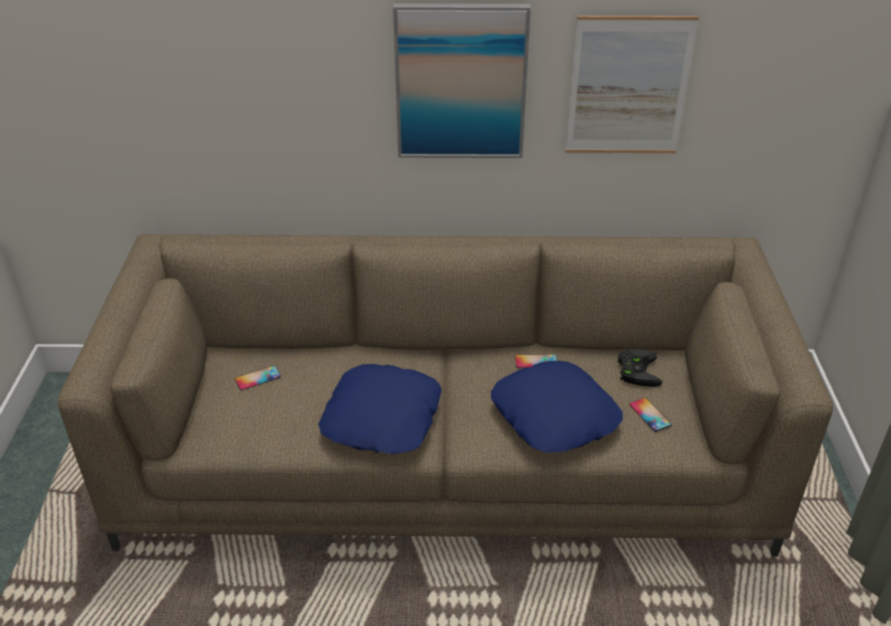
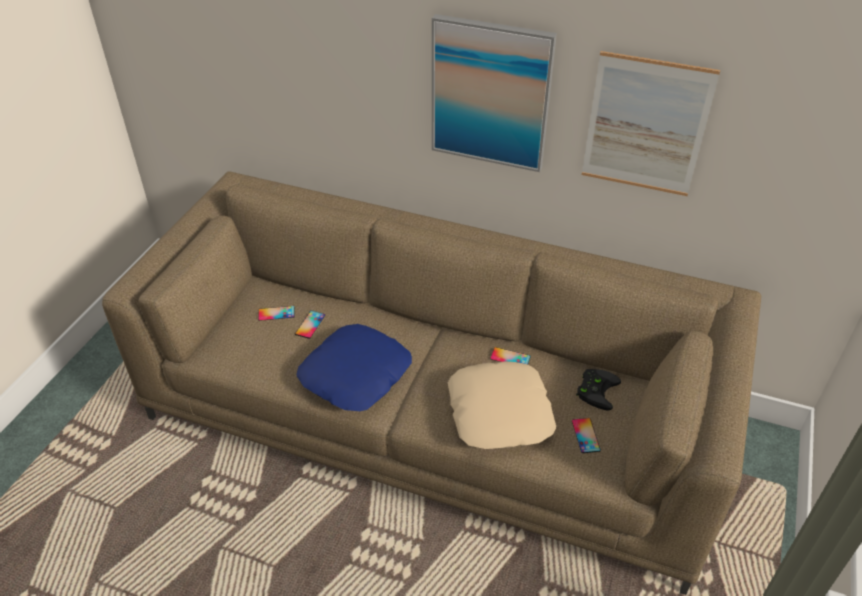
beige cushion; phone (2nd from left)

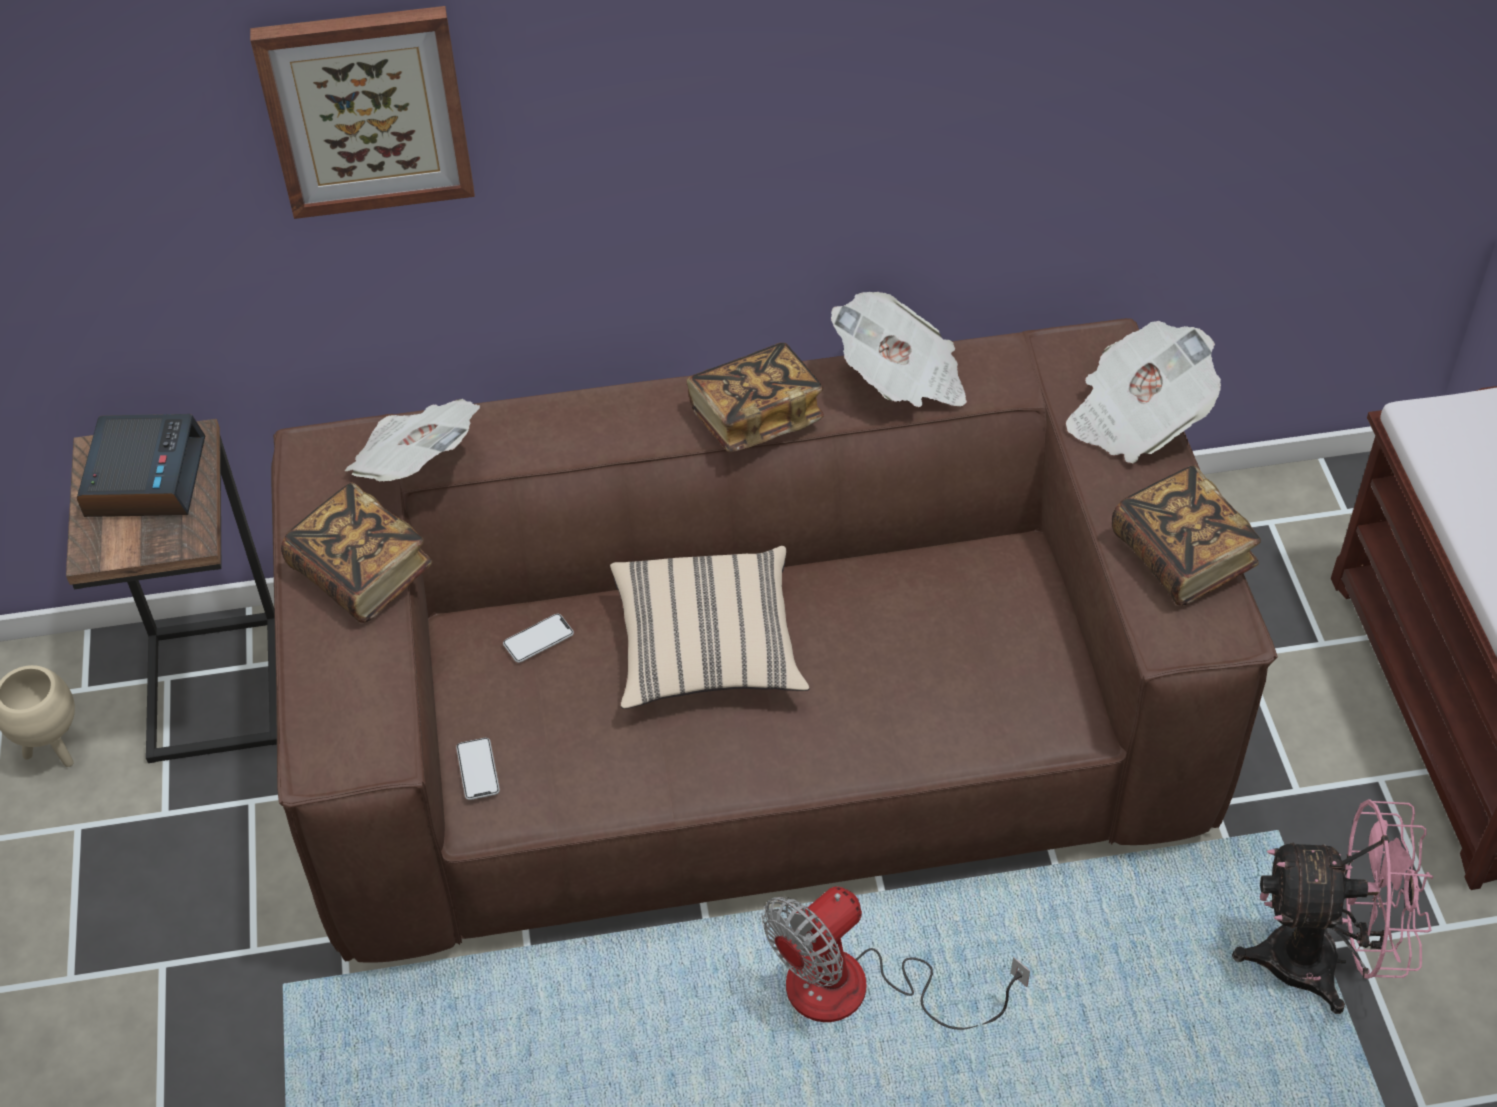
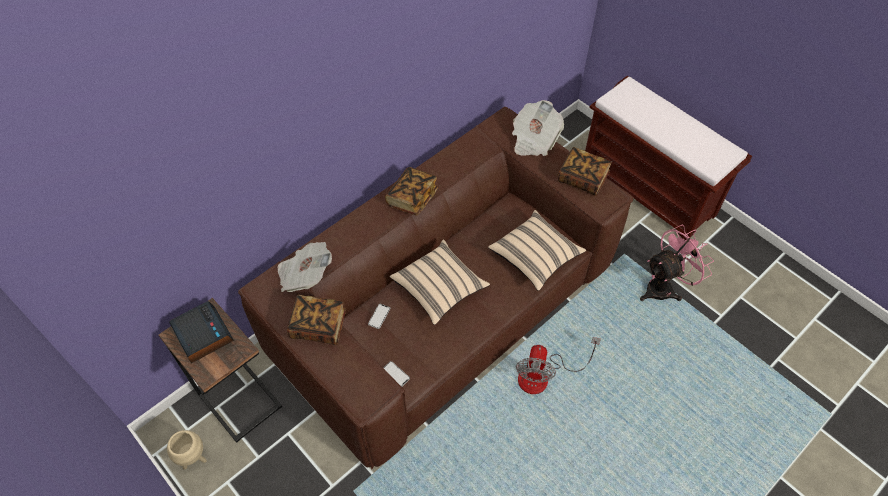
picture; daily paper (2nd from left in the first image); beige cushion (2nd from left)

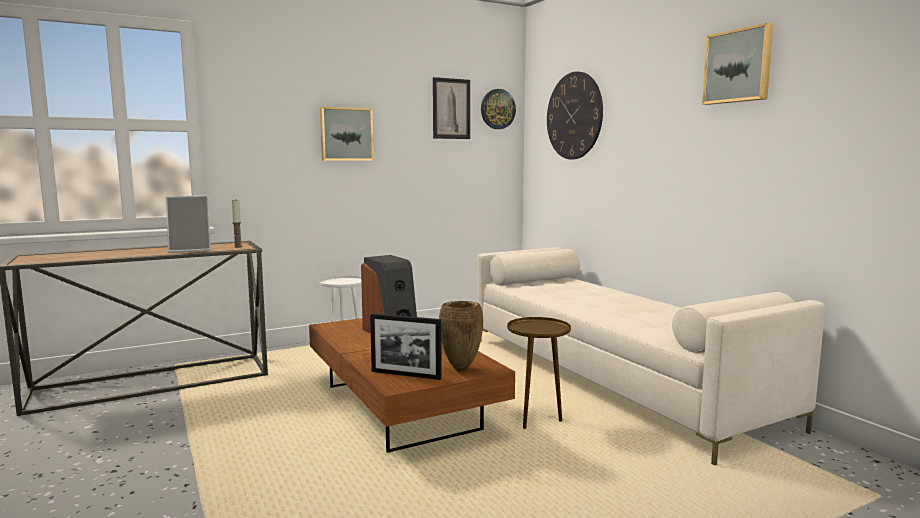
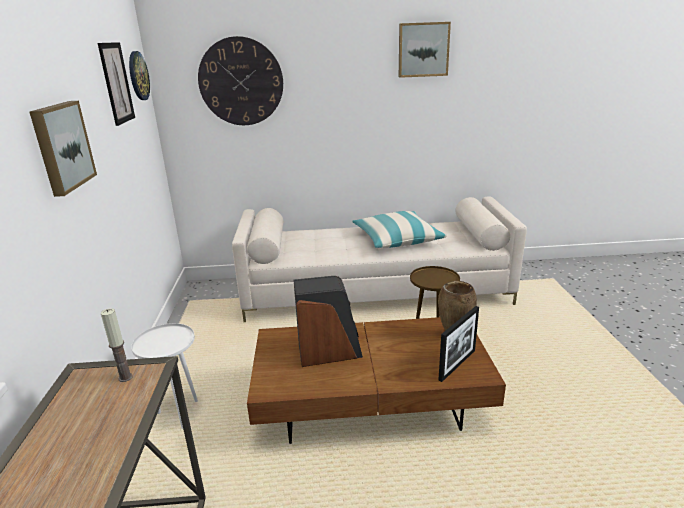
standing frame (1st from left in the first image); cushion

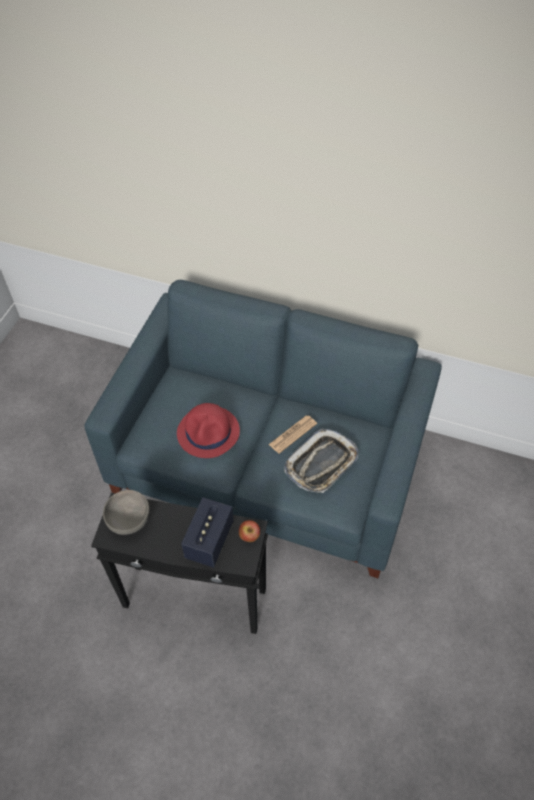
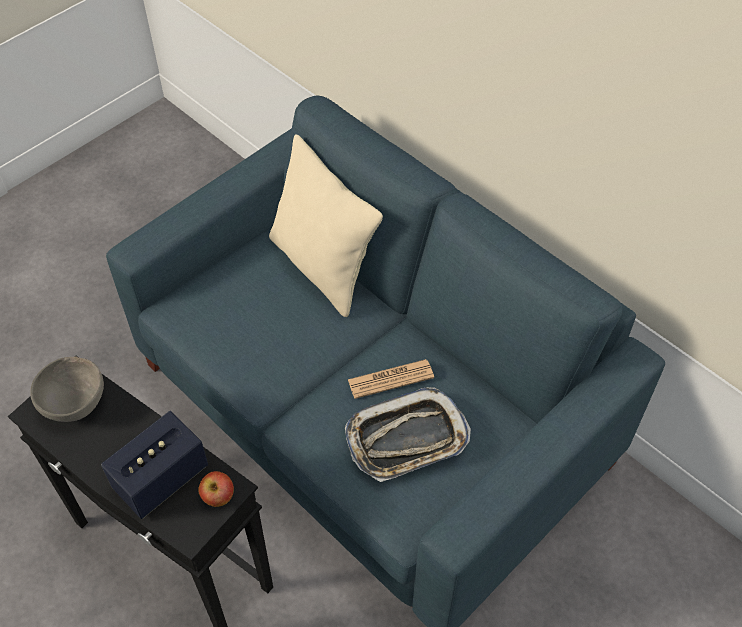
red hat; beige cushion

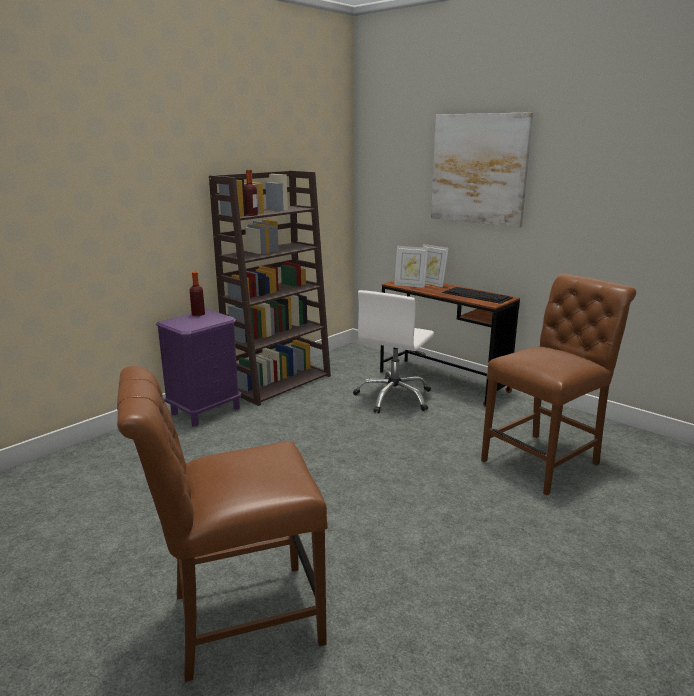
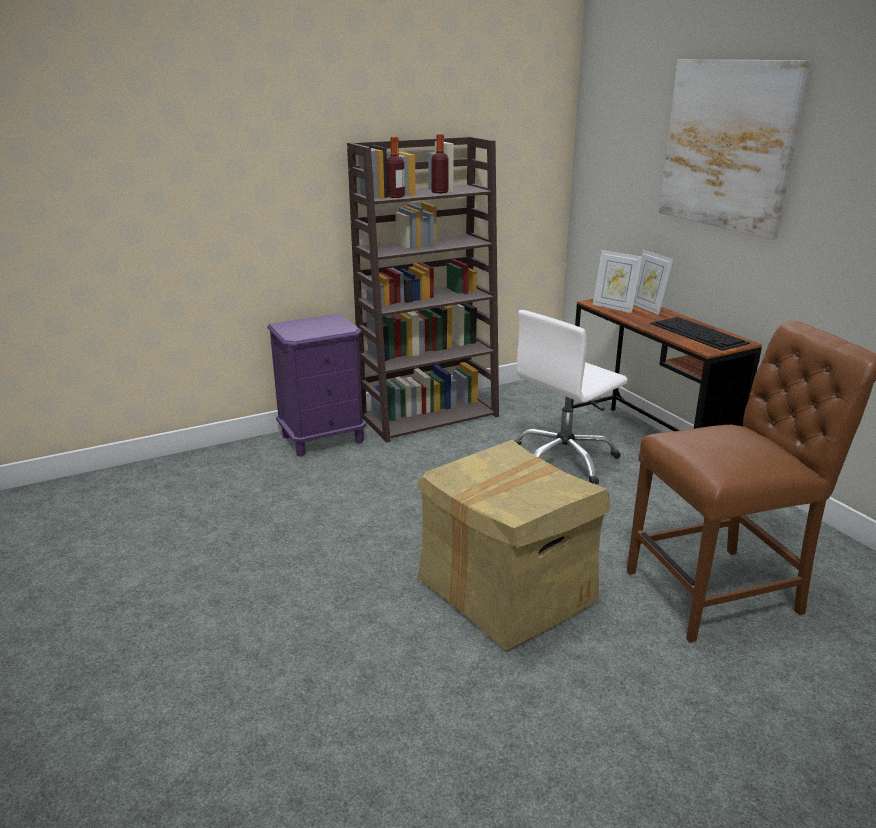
brown-coloured chair (1st from left in the first image); drink bottle (2nd from left); carton

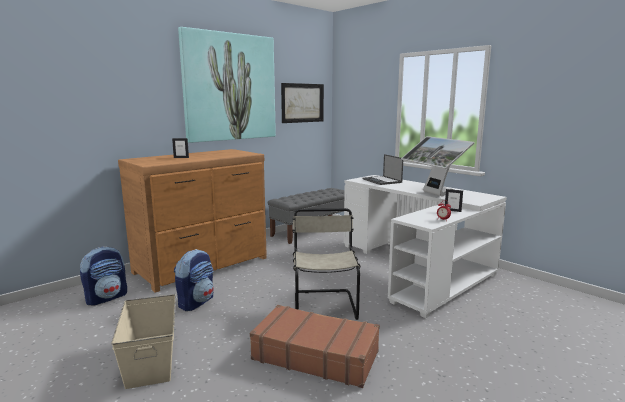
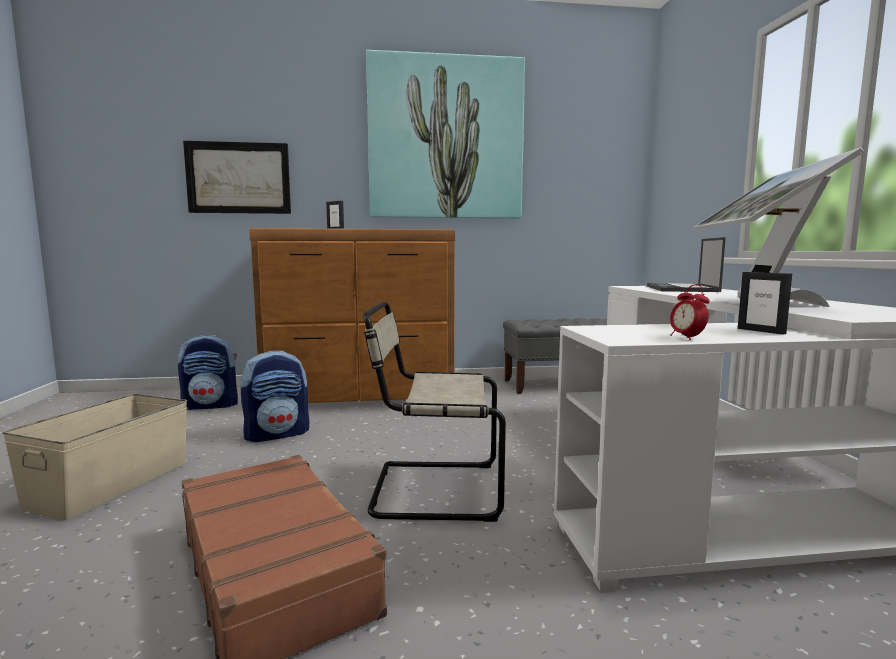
picture (1st from left); beige chair

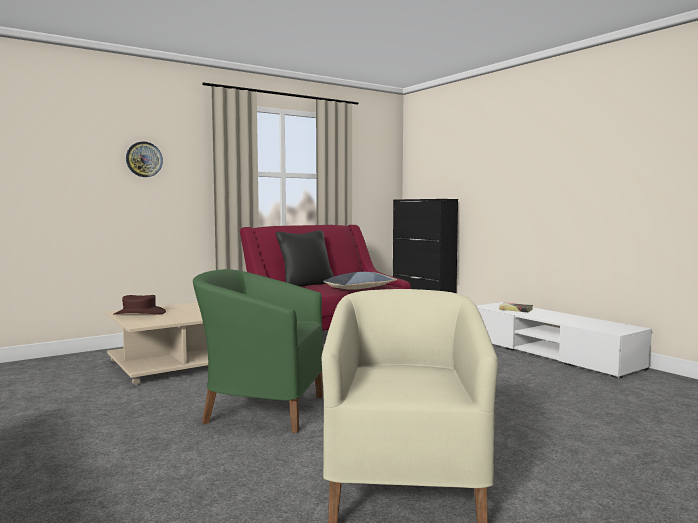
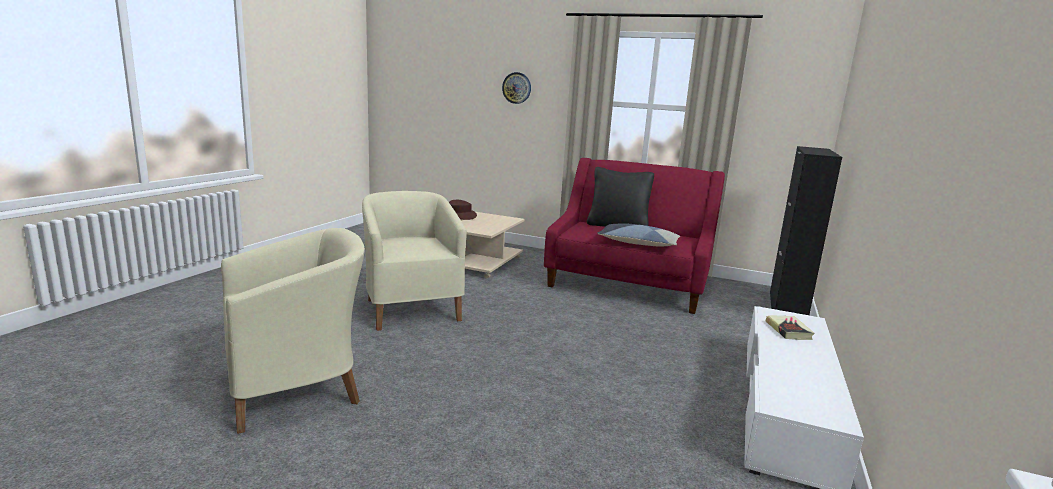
beige lounge chair (2nd from left)

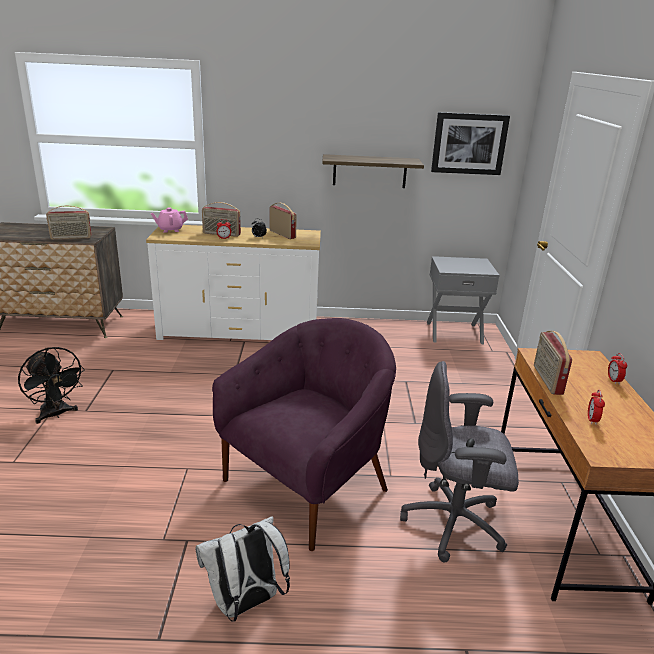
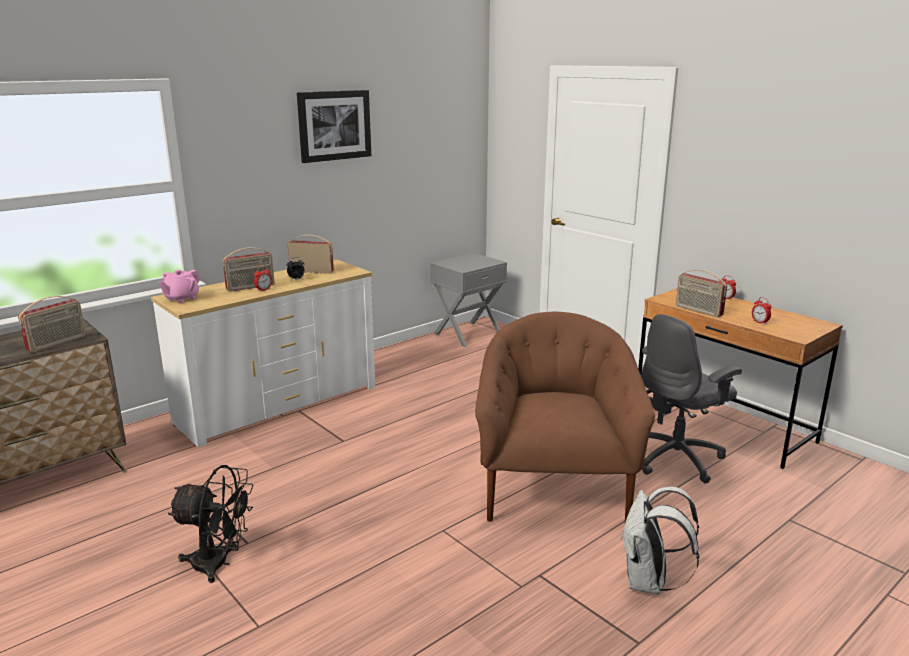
brown-coloured lounge chair; shelf; picture

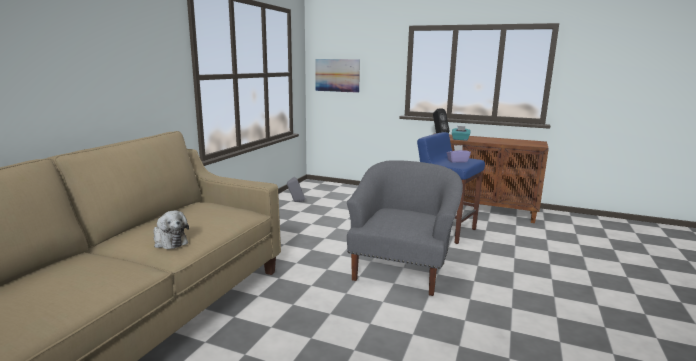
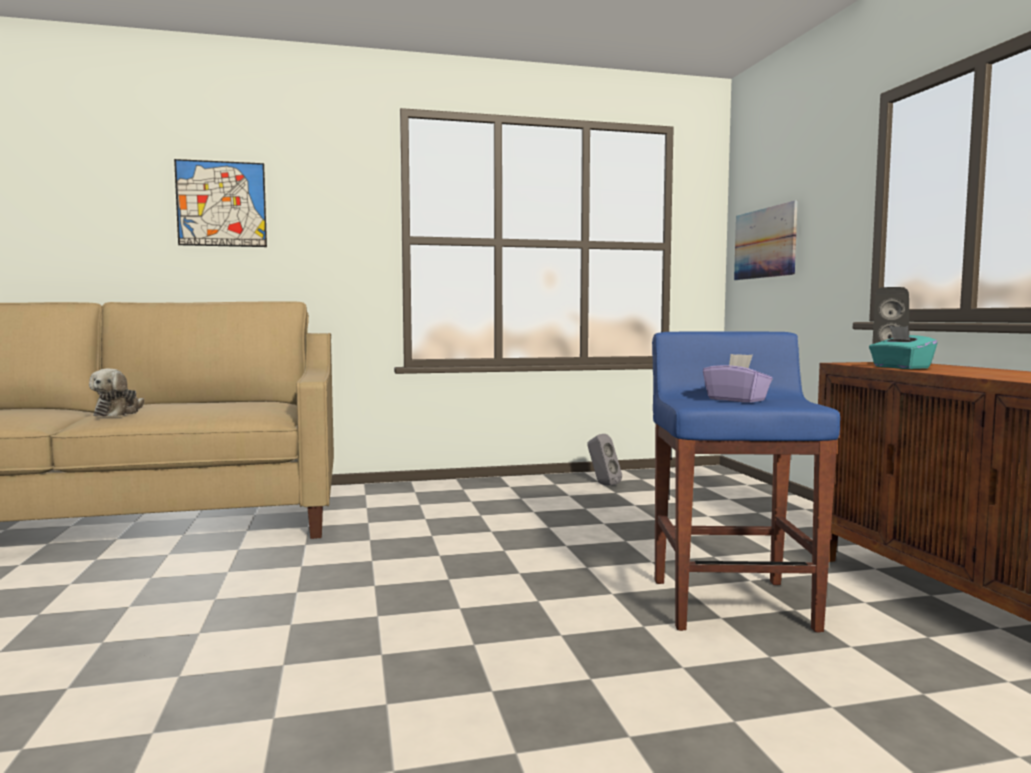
grey lounge chair; picture (1st from left)

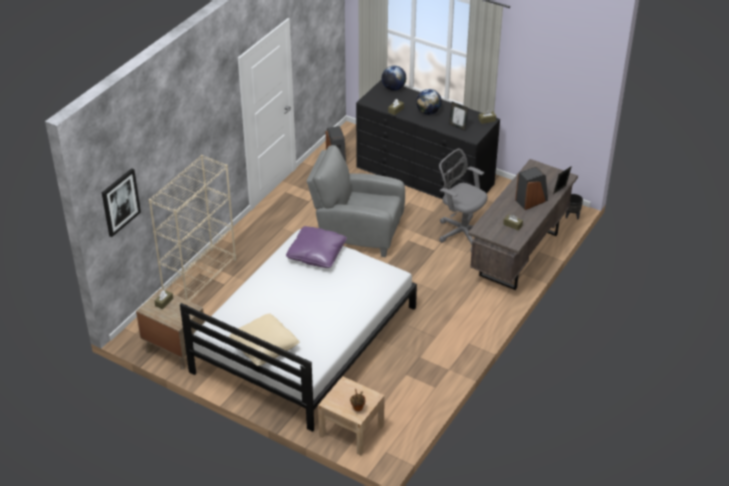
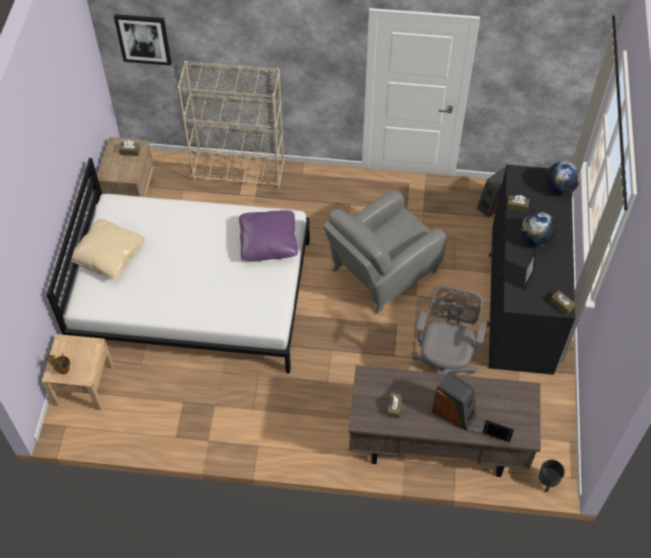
grey lounge chair

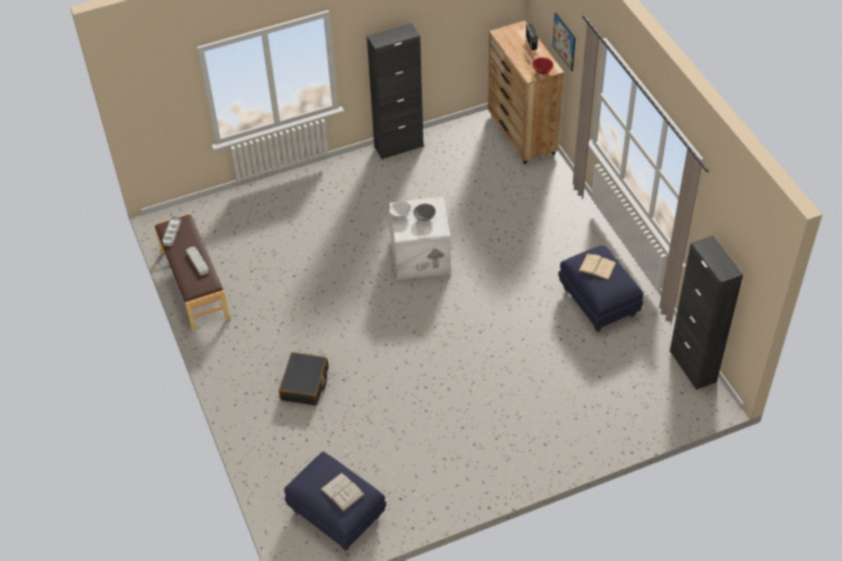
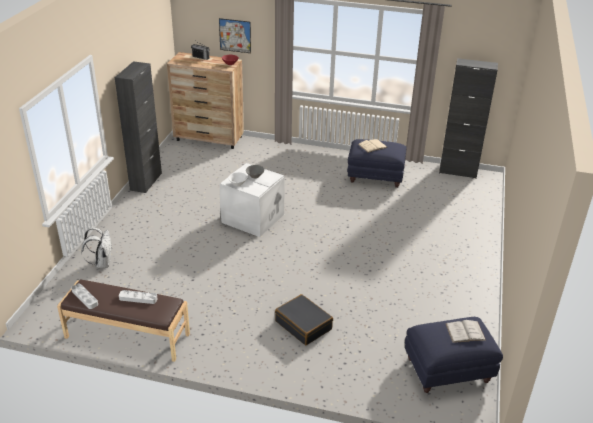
white-coloured backpack

